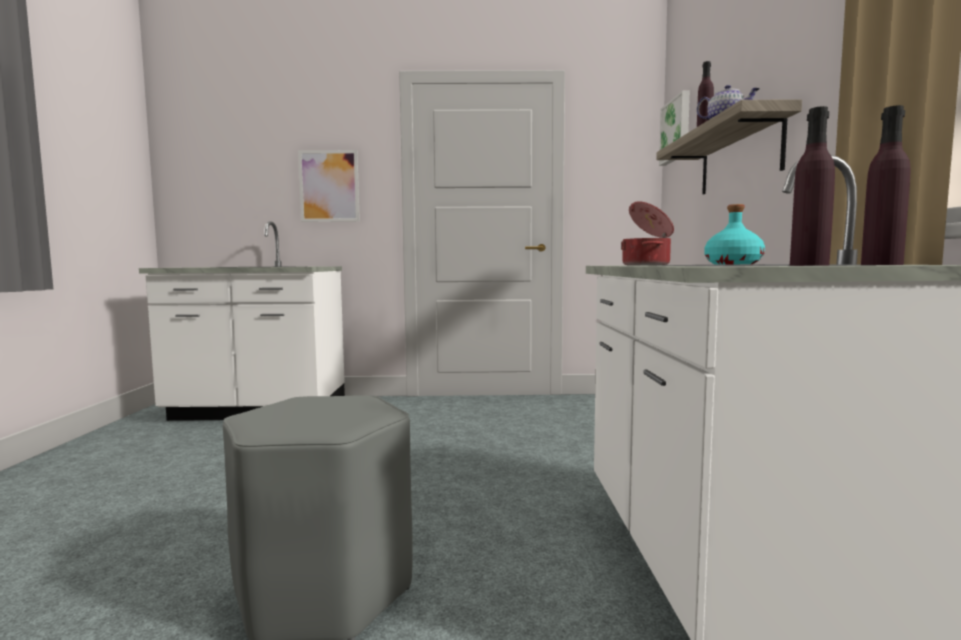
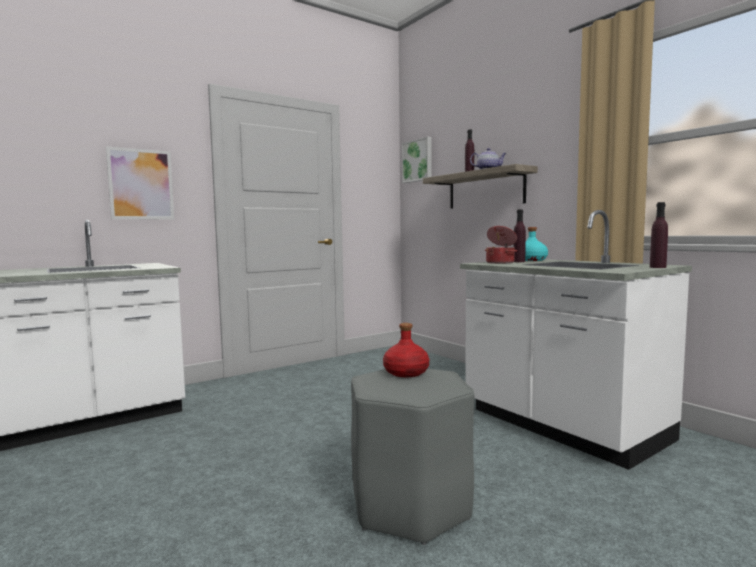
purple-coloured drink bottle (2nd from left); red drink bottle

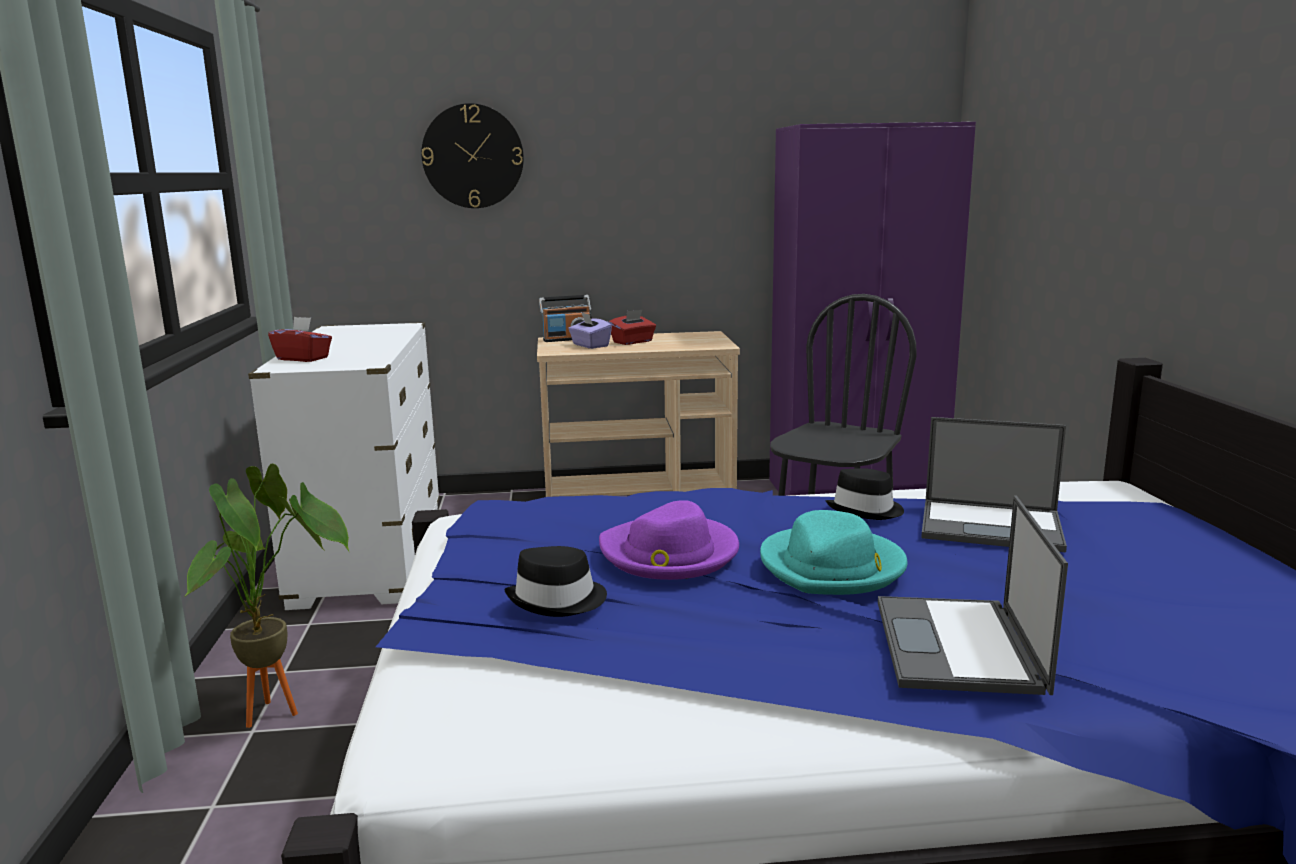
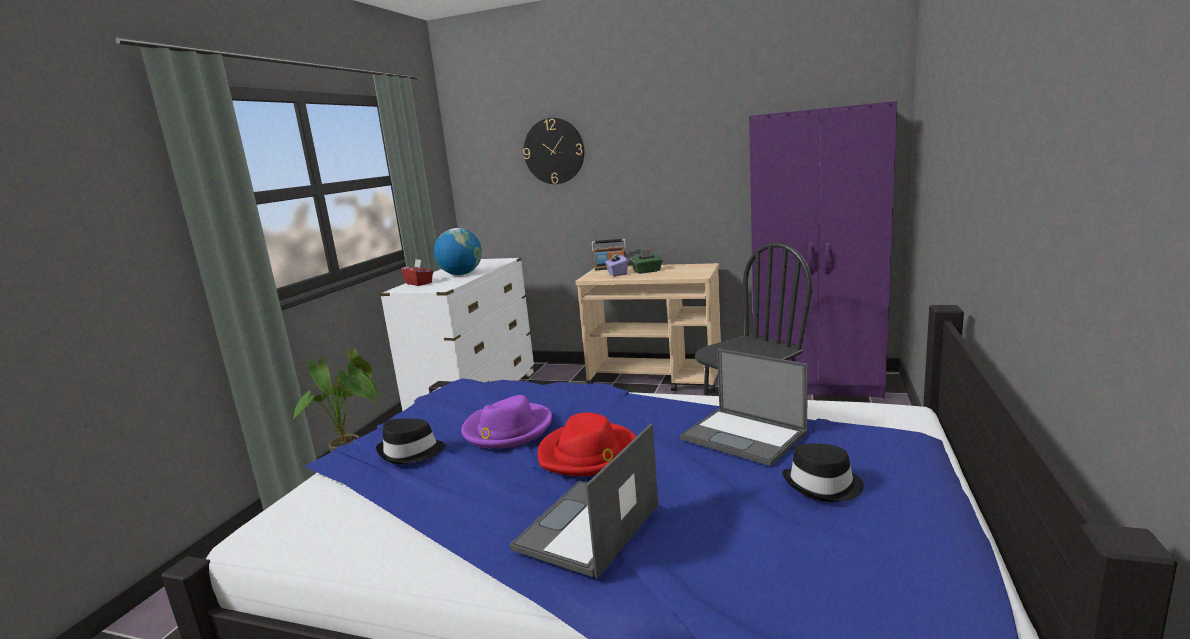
green box of tissues; red hat; black-coloured hat (2nd from left); globe

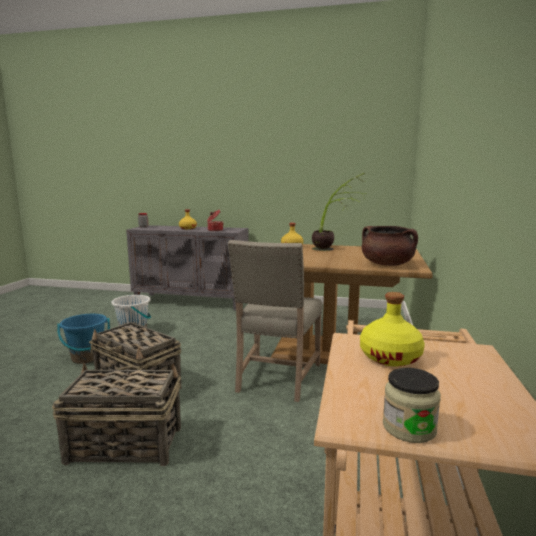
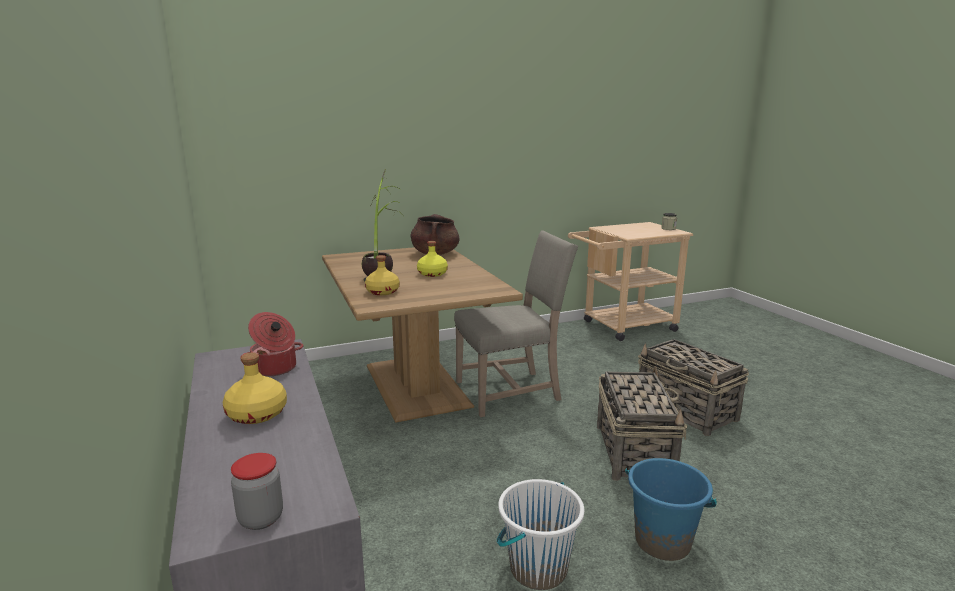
yellow drink bottle (3rd from left)

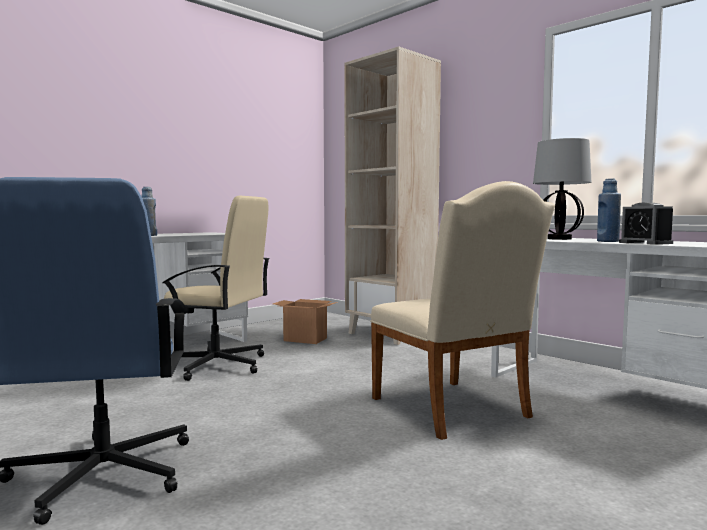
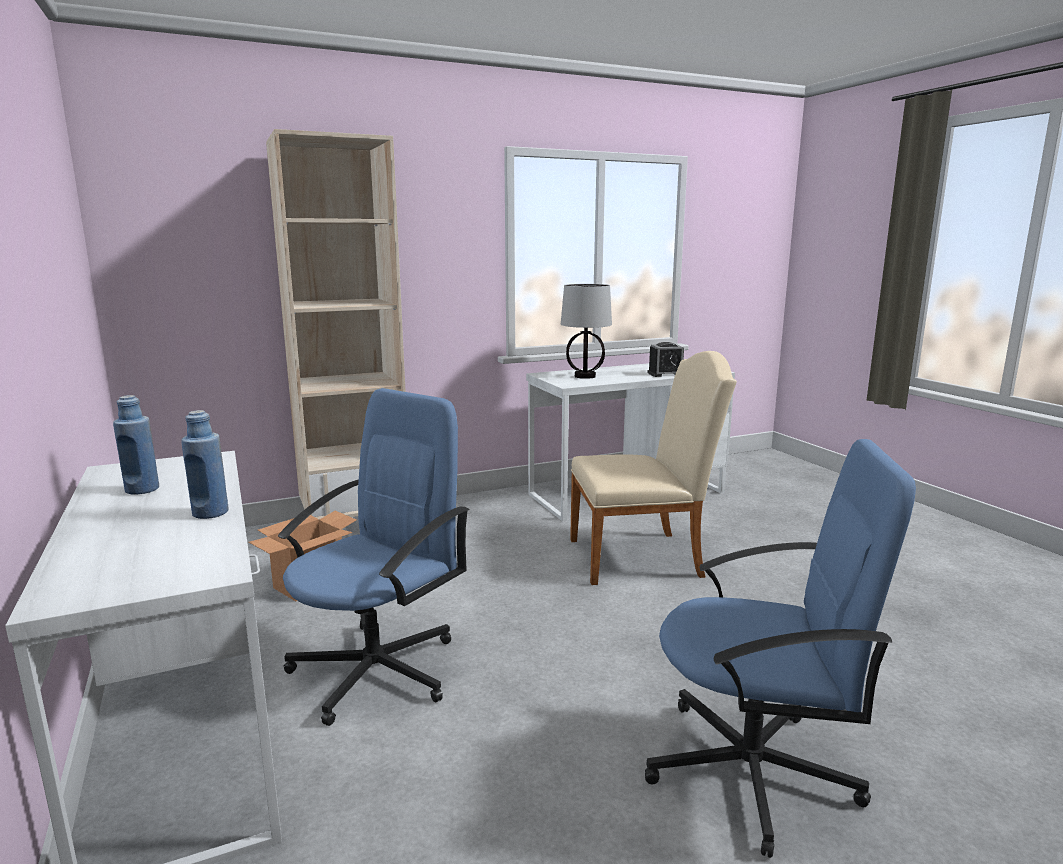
blue office chair (1st from left); blue drink bottle (1st from left)

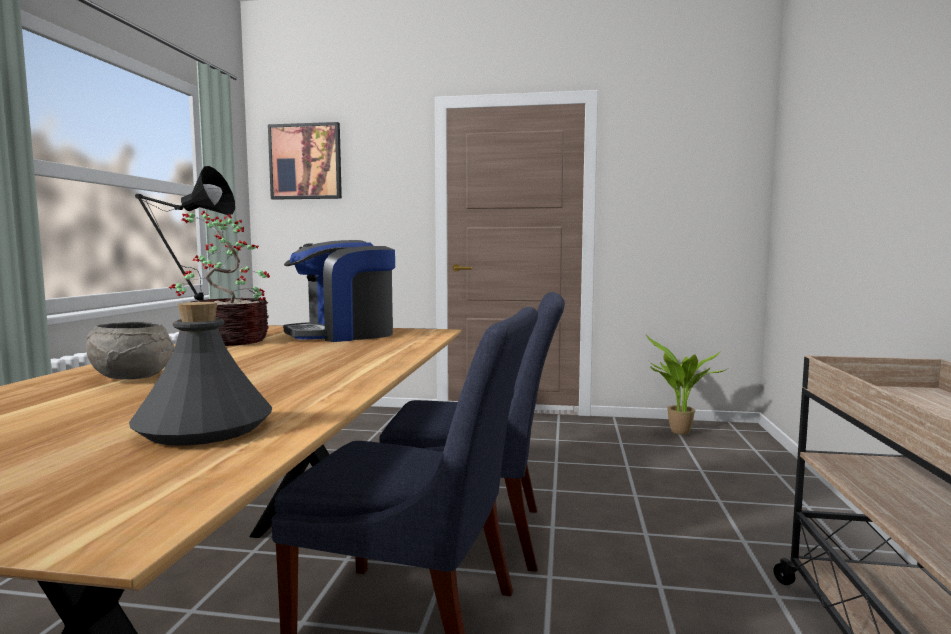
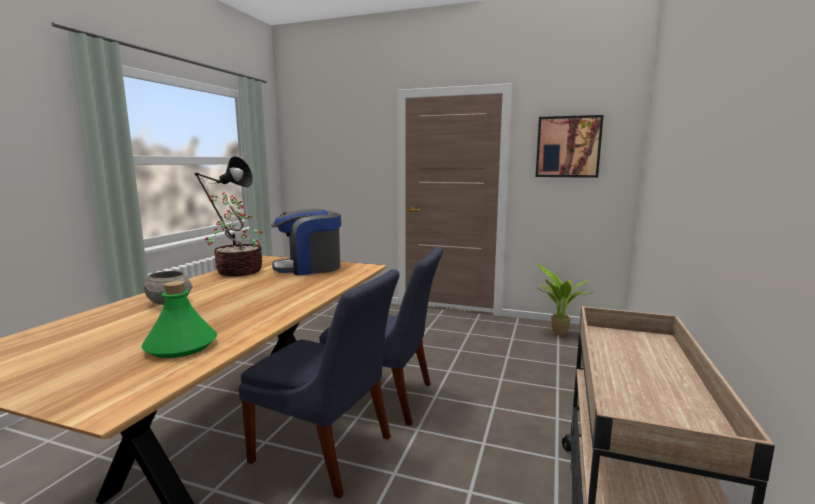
green drink bottle; picture

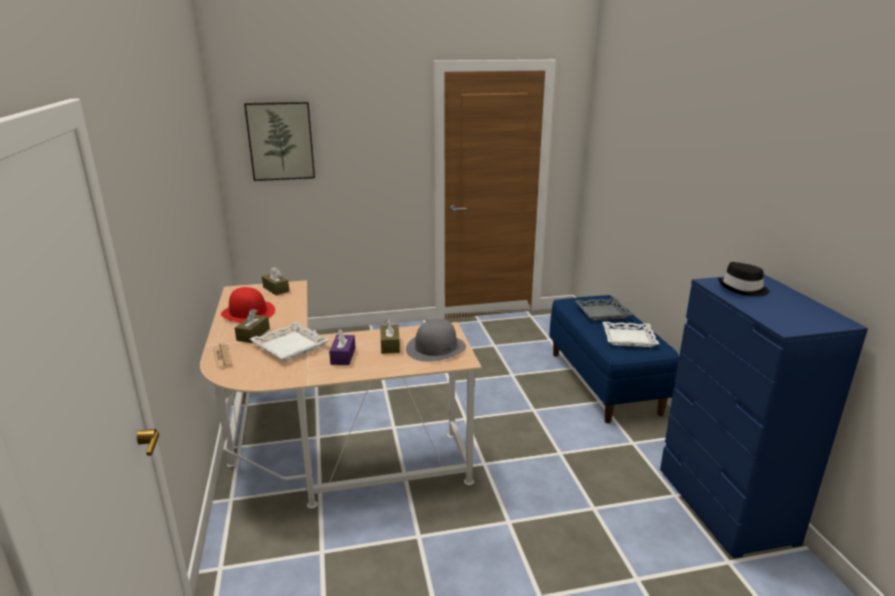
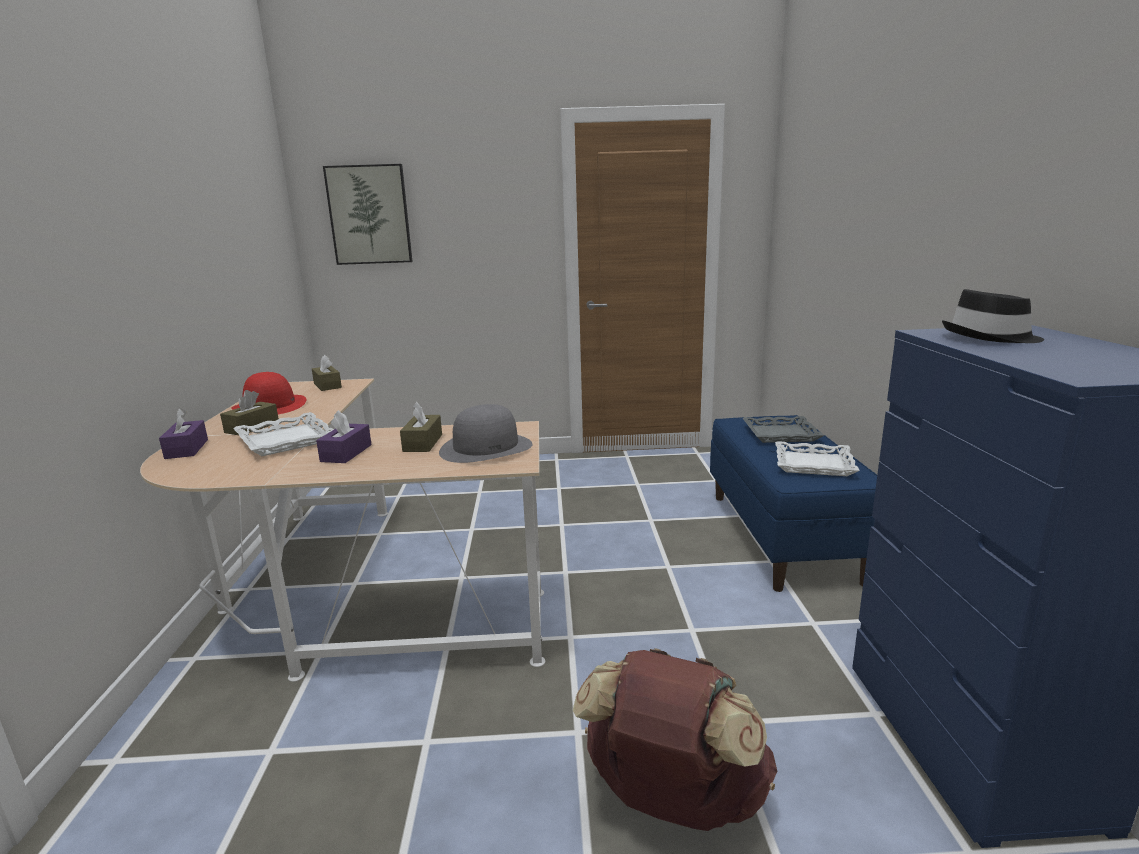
purple-coloured box of tissues (1st from left); brown-coloured backpack

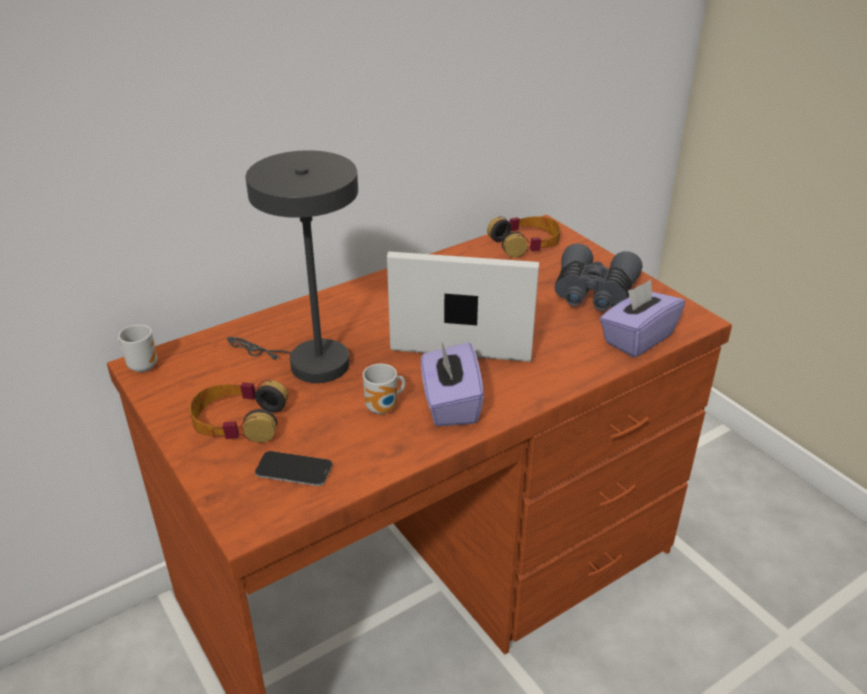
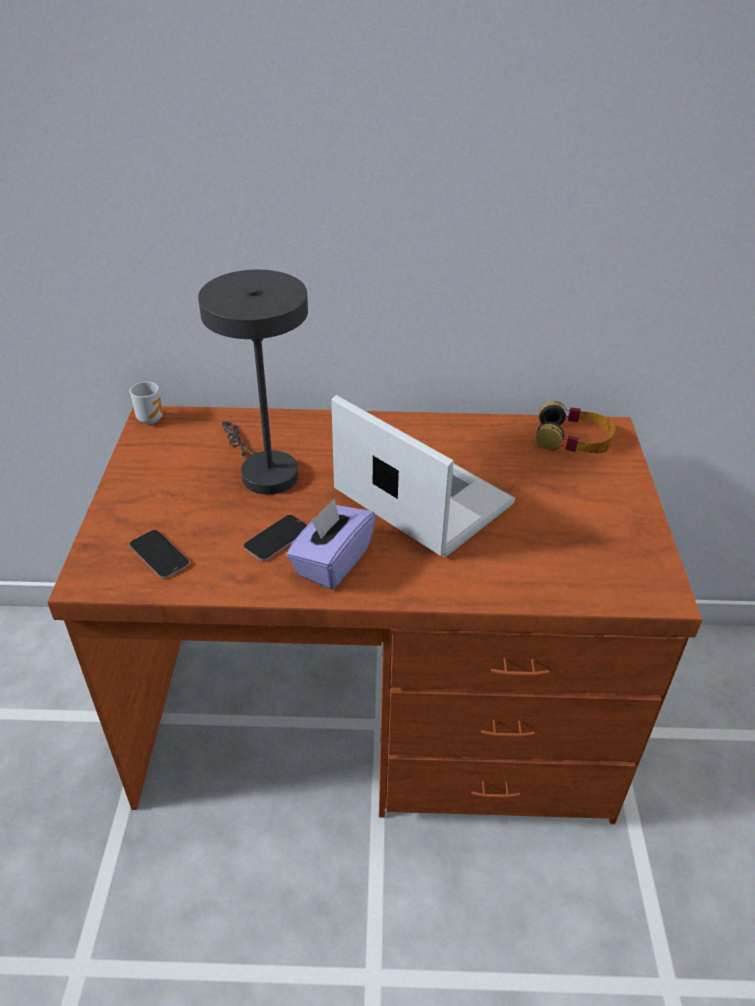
pair of headphones (1st from left in the first image); phone (2nd from left); grey field glasses; purple-coloured box of tissues (2nd from left in the first image)

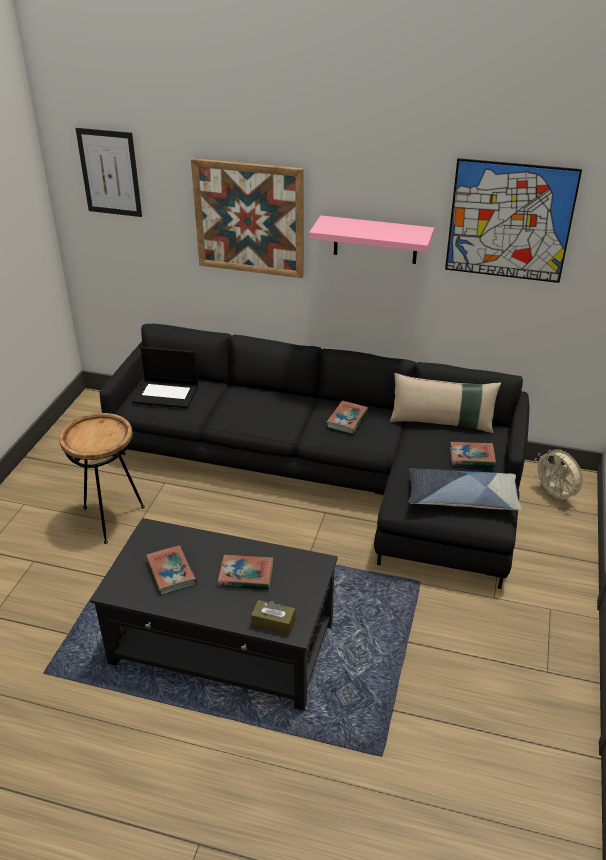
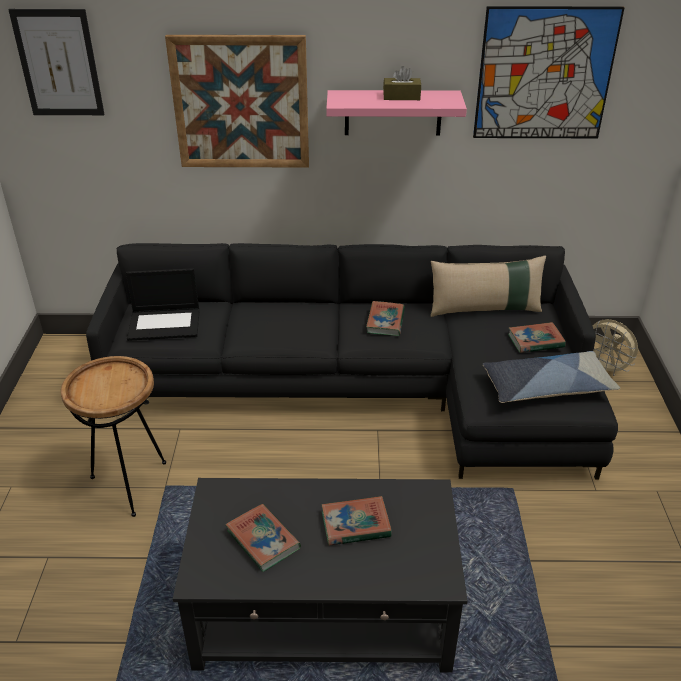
brown-coloured box of tissues

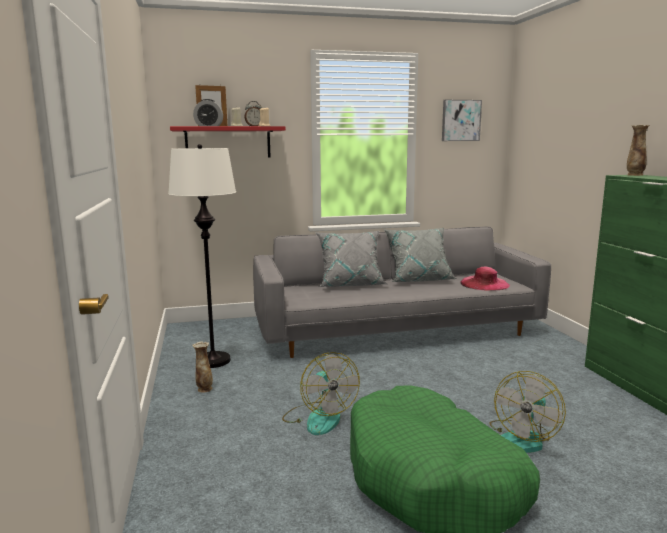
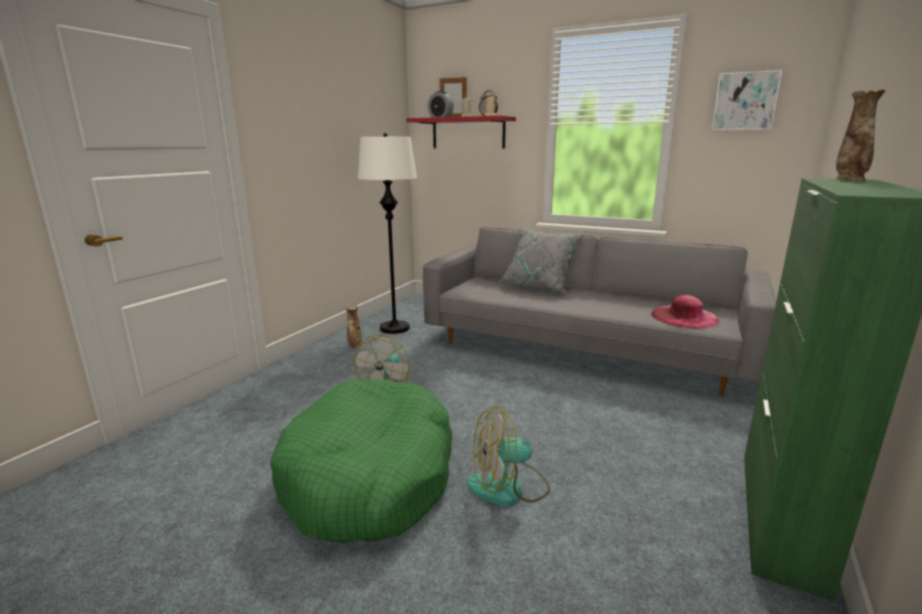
grey cushion (2nd from left in the first image)

